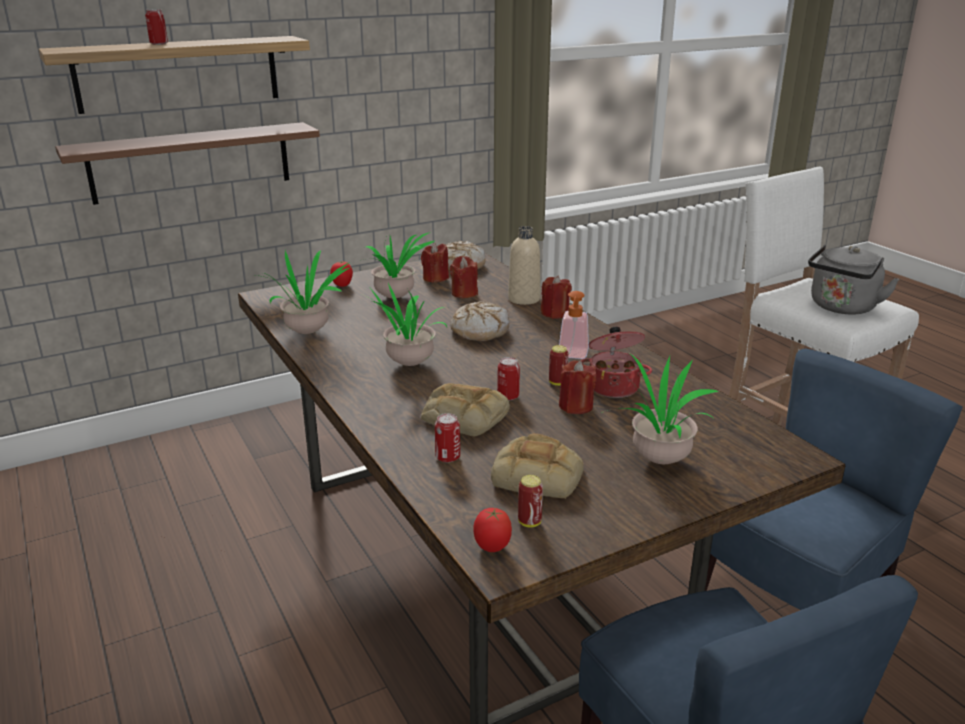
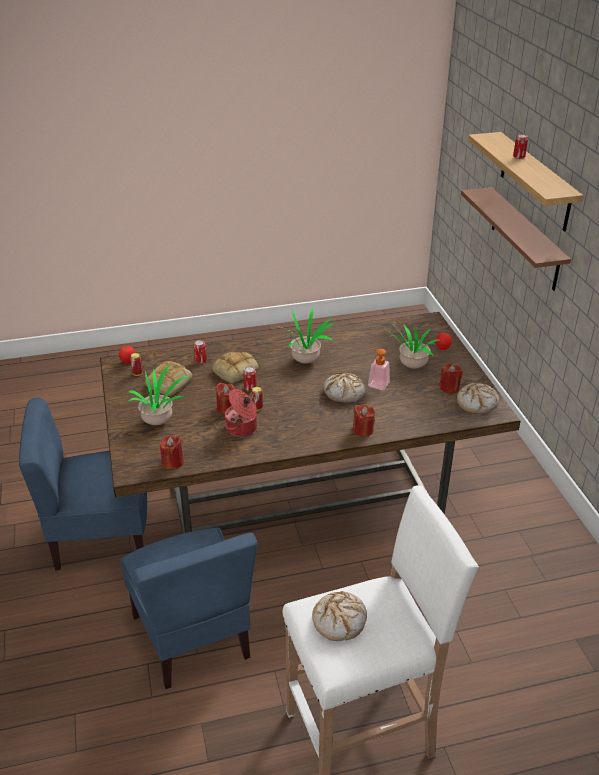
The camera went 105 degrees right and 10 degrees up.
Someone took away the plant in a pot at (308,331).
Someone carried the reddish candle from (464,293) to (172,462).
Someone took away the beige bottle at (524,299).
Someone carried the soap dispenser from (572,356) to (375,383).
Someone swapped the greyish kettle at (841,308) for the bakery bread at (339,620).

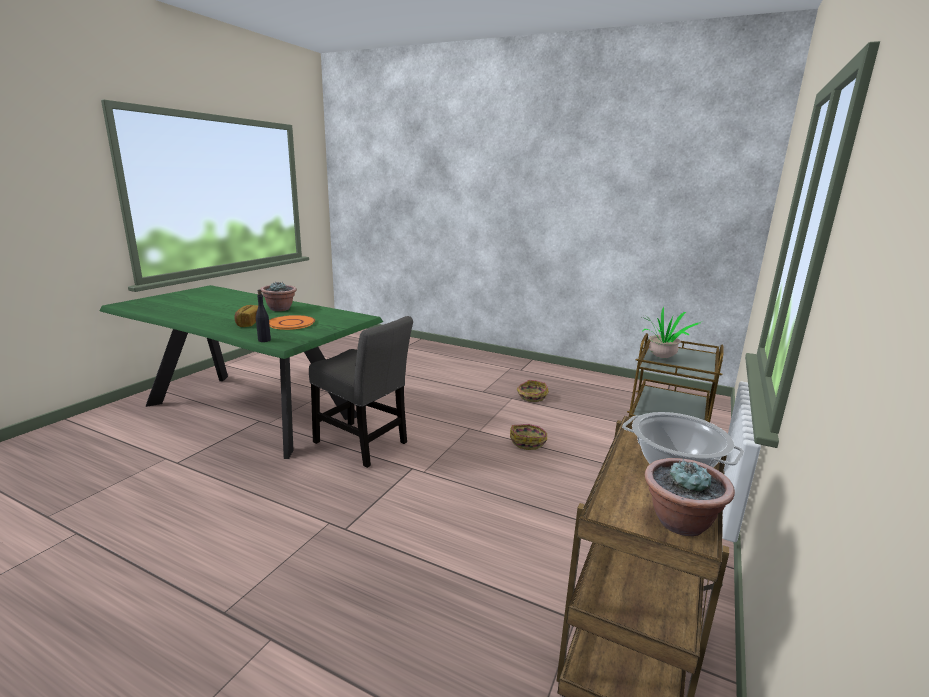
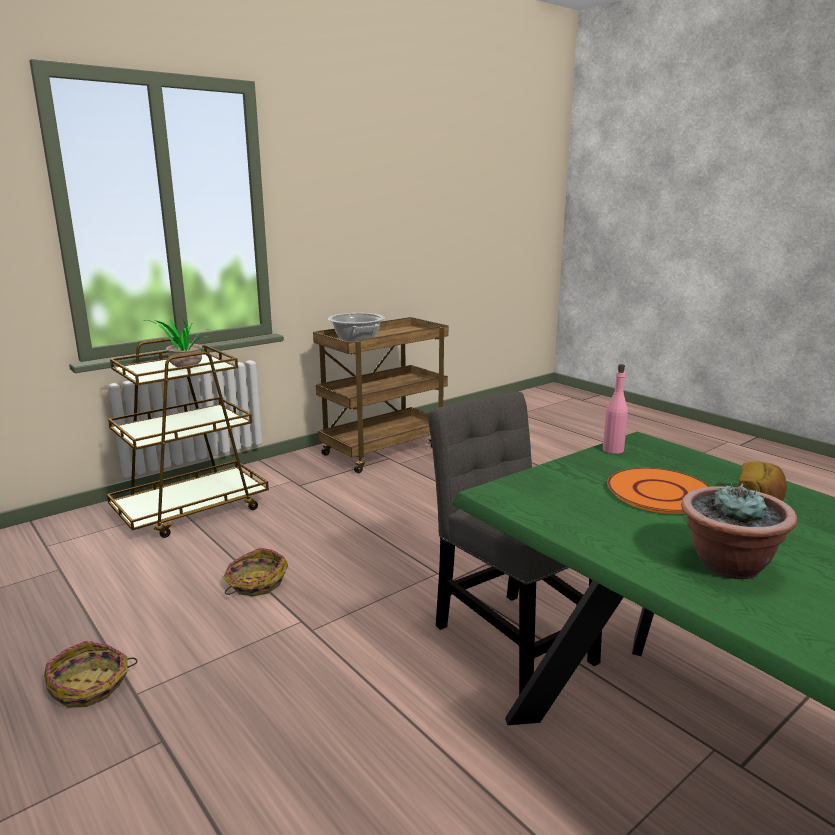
The camera went 155 degrees left and 0 degrees up.
Someone took away the black-coloured bottle at (264,340).
Someone took away the plant in a pot at (680,522).
Someone put down the pinkish bottle at (613,450).

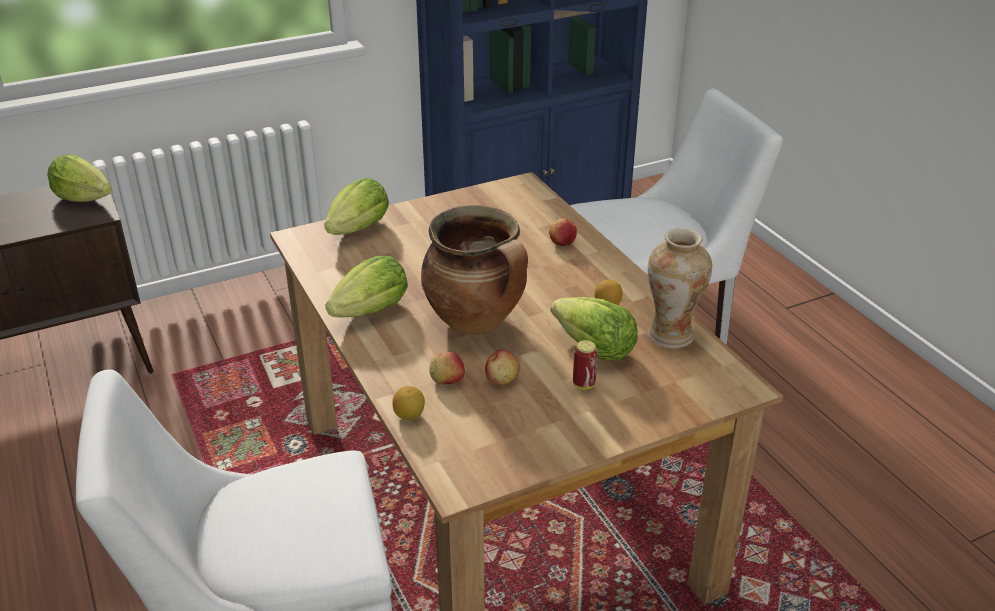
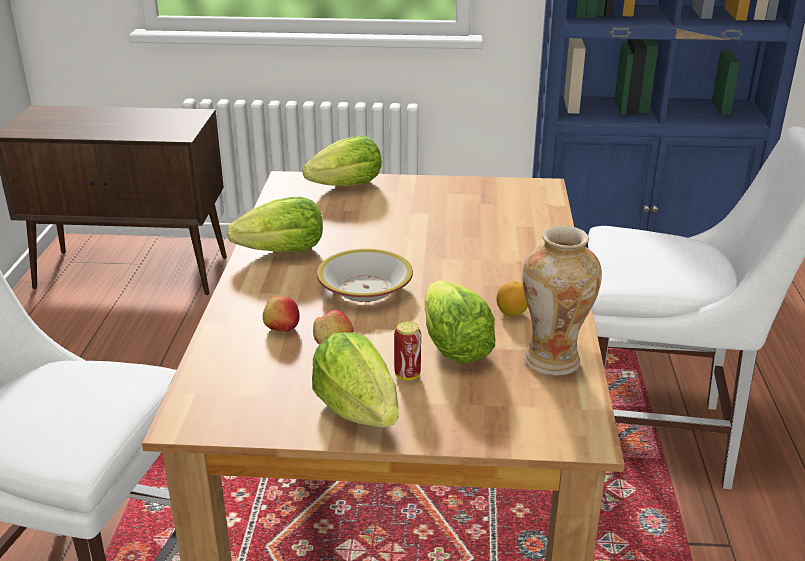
The camera went 30 degrees right and 5 degrees down.
Someone carried the lettuce from (84,198) to (358,409).
Someone took away the whole lemon at (409,415).
Someone swapped the cooking pot at (477,322) for the serving bowl at (365,288).
Someone took away the apple fruit at (562,242).

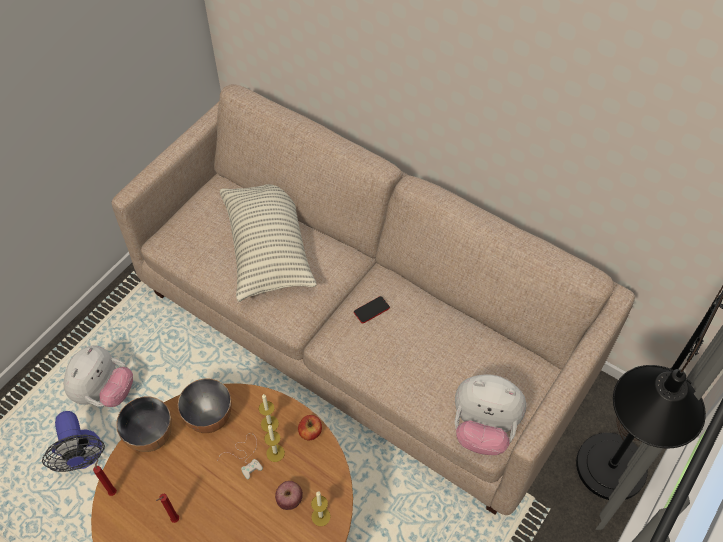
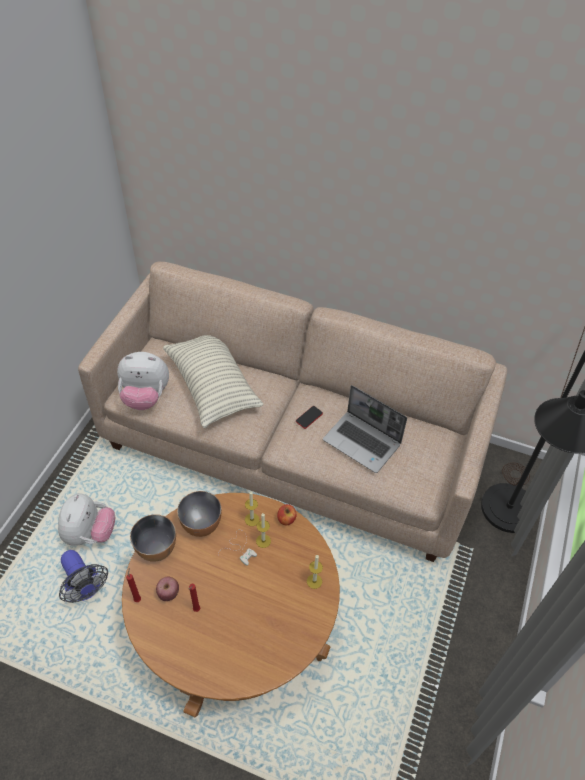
The camera went 15 degrees left and 5 degrees down.
Someone carried the apple fruit from (290,500) to (169,593).
Someone carried the cuddly toy from (483,428) to (145,397).
Someone put down the notebook computer at (363,442).

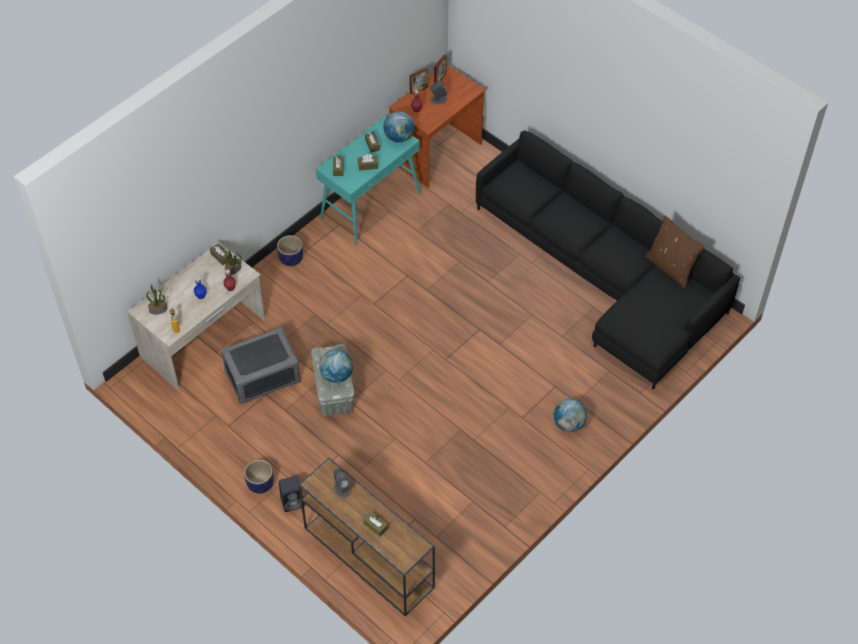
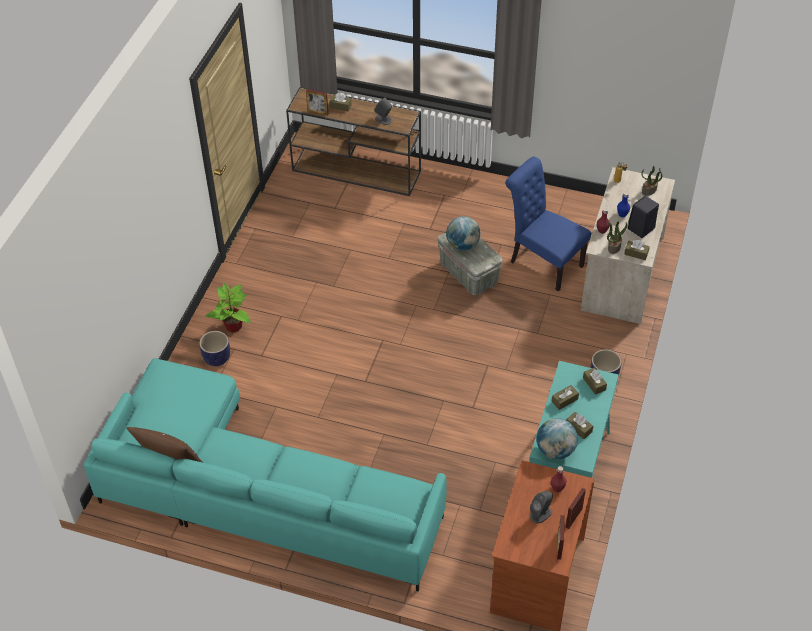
The camera went 155 degrees right and 5 degrees down.
Someone swapped the greyish storage box at (262,377) for the blue chair at (542,262).
Someone carried the plant pot from (260,484) to (217,358).
Someone carried the black-coloured loudspeaker from (293,501) to (640,229).
Someone repainted the black-coloured settee at (604,275), which became the turquoise-coloured settee at (257,493).
Someone swapped the world globe at (568,424) for the plant in a pot at (233,327).
Someone put down the photo frame at (318,112).

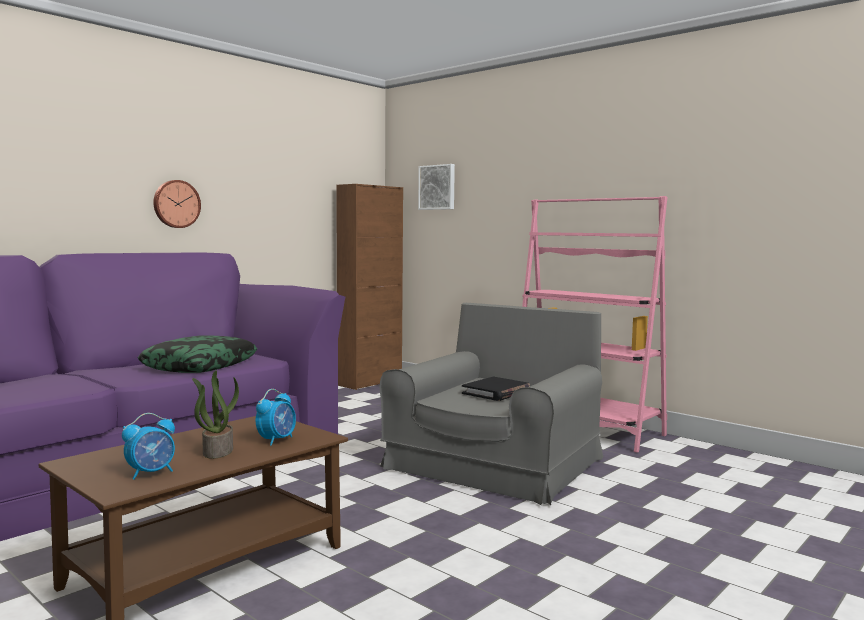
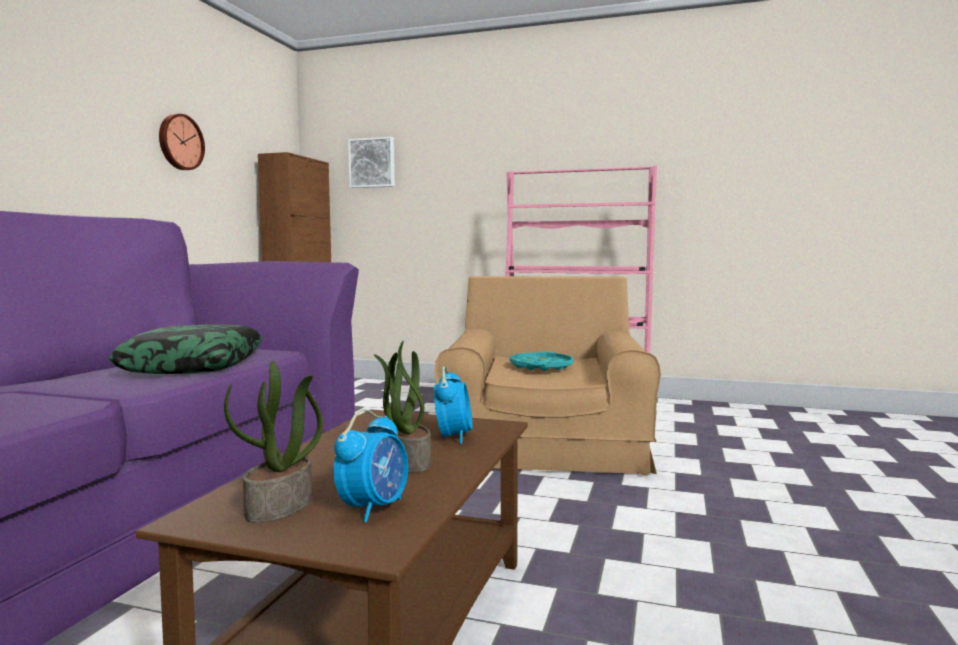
The camera went 25 degrees left and 0 degrees up.
Someone carried the clock on the wall from (176,204) to (180,142).
Someone repainted the greyish armchair at (495,464), which became the brown-coloured armchair at (544,444).
Someone swapped the black-coloured book at (496,392) for the turquoise-coloured tray at (541,367).
Someone put down the plant in a pot at (280,507).

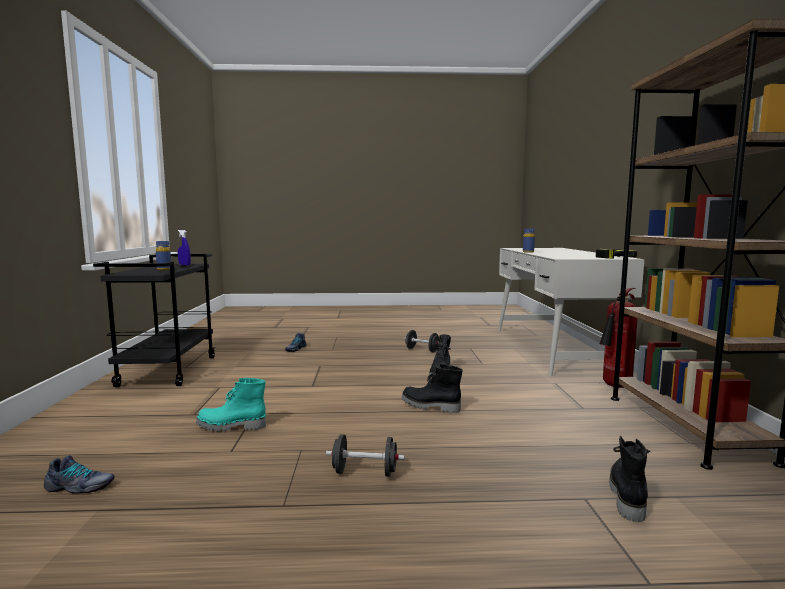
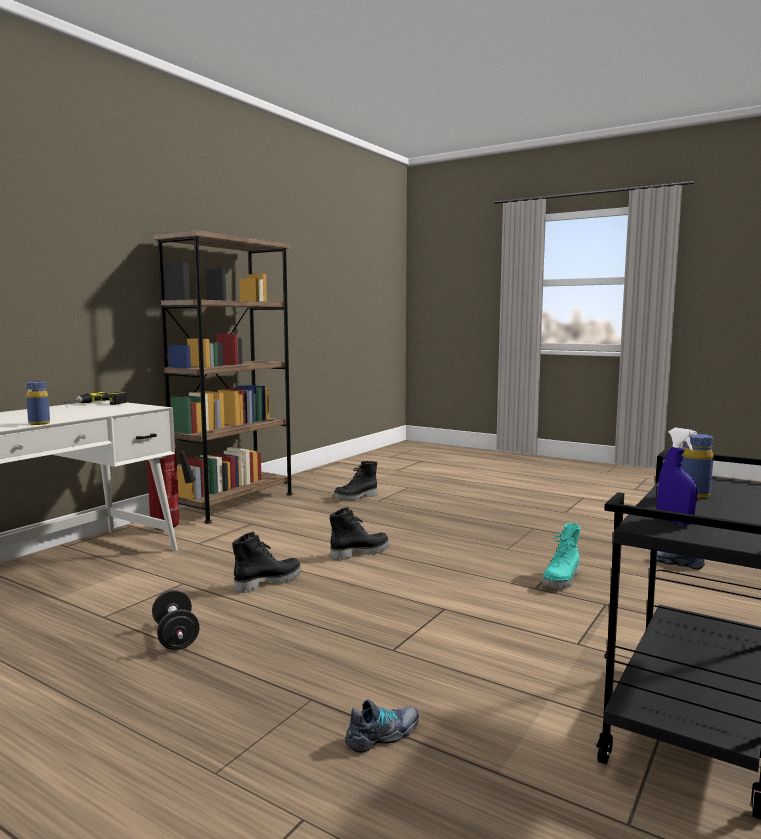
The camera went 145 degrees left and 0 degrees up.
Someone rotated the turquoise-coloured boot at (231,427) by 90 degrees clockwise.
Someone took away the black-coloured hand weight at (365,472).
Someone rotated the black-coloured boot at (430,406) by 90 degrees counterclockwise.

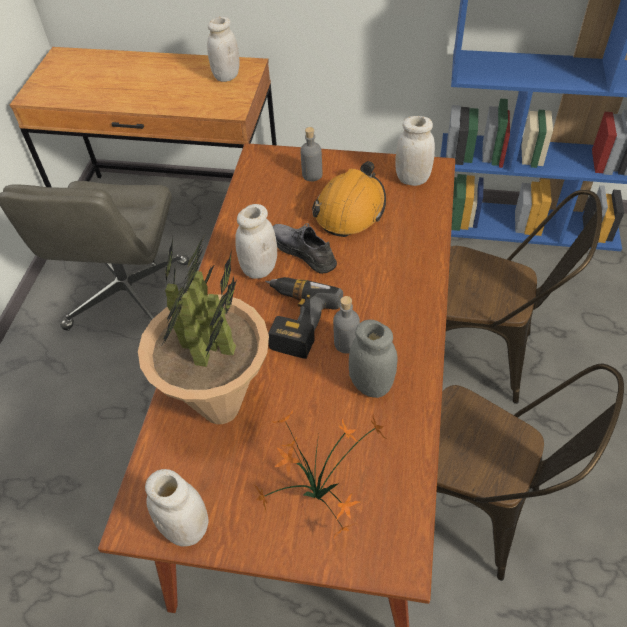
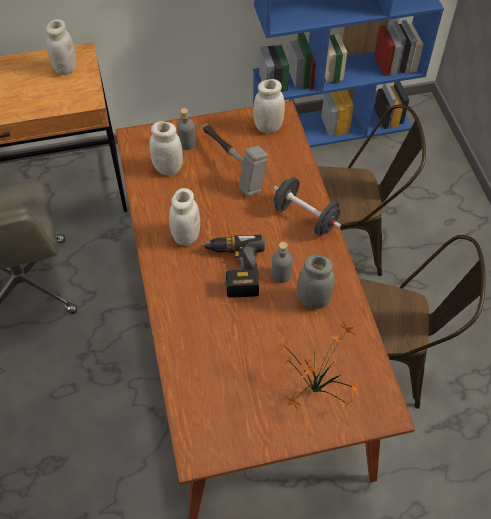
The camera went 25 degrees left and 5 degrees up.
Someone took away the plant in a pot at (221,407).
Someone carried the white-coloured storage jar from (186,528) to (168,168).
Someone took away the greyish item of footwear at (303,251).
Someone swapped the orange hard hat at (350,209) for the hand hammer at (232,166).
Someone put down the black-coloured hand weight at (305,217).

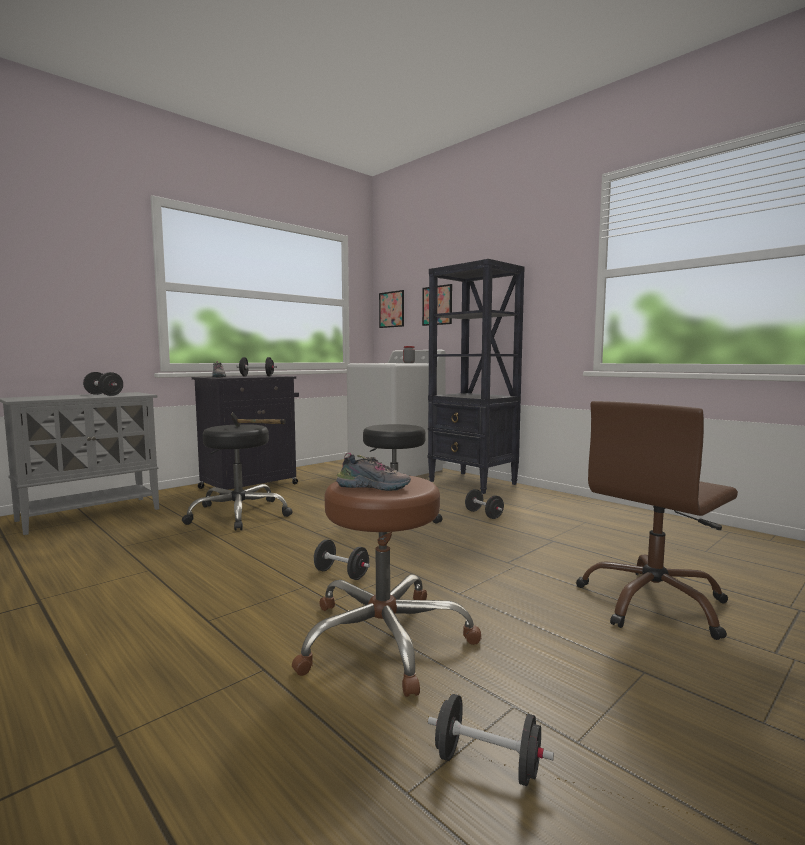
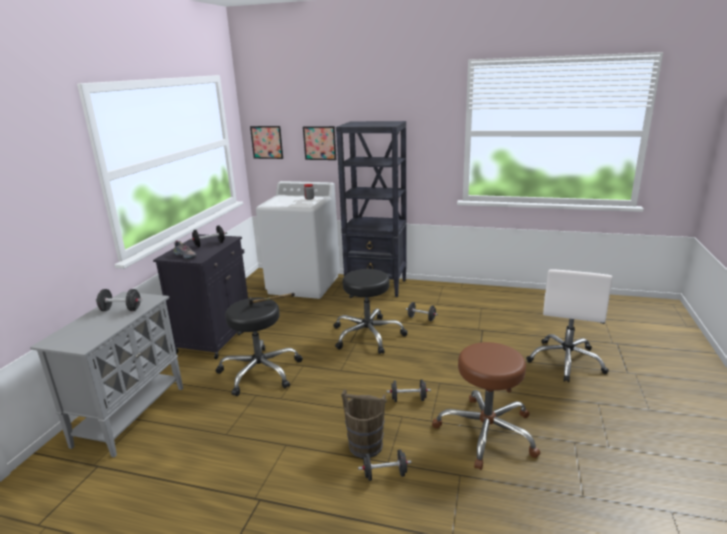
The camera went 30 degrees left and 15 degrees up.
Someone took away the item of footwear at (374,487).
Someone carried the black-coloured hand weight from (487,764) to (385,474).
Someone repainted the brown-coloured office chair at (653,603), which became the white-coloured office chair at (566,361).
Someone put down the brown-coloured bucket at (365,446).

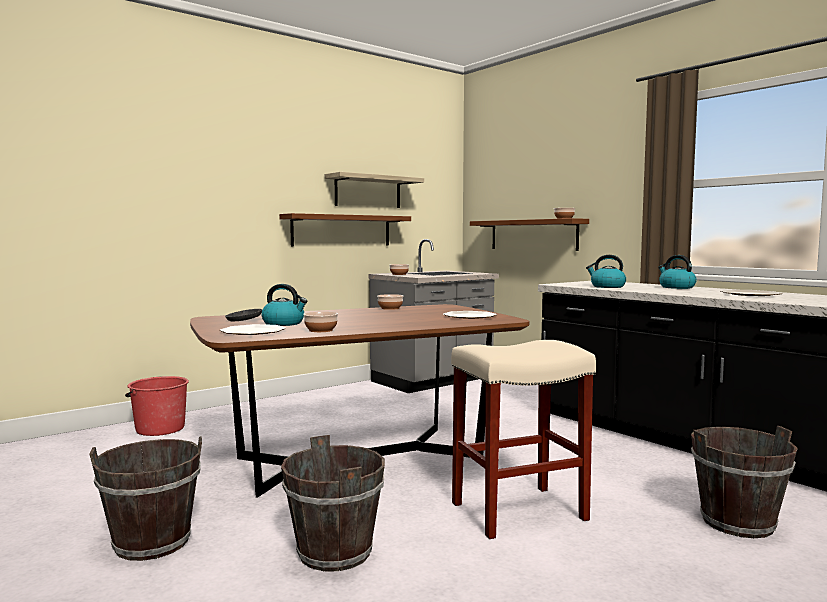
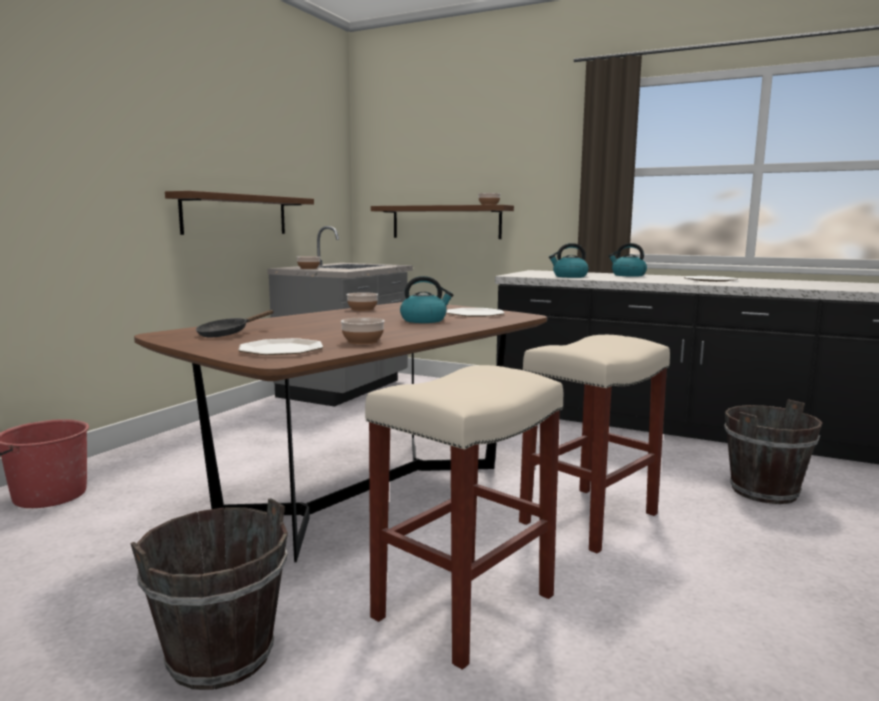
The camera went 25 degrees left and 5 degrees up.
Someone carried the kettle from (284,323) to (424,320).
Someone swapped the brown-coloured bucket at (334,552) for the beige stool seat at (464,608).
Someone took away the wall shelf at (368,192).

